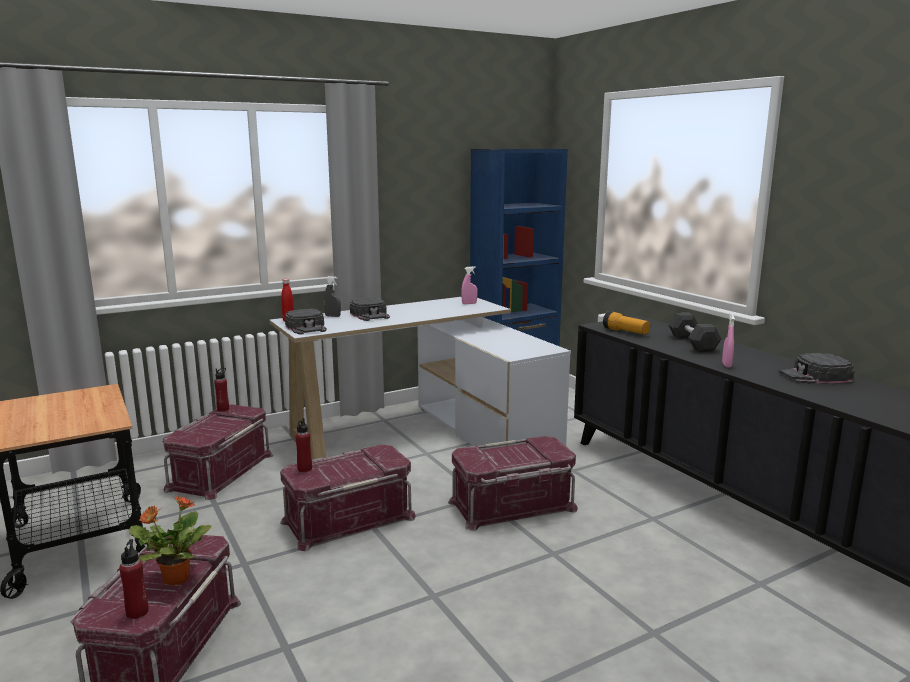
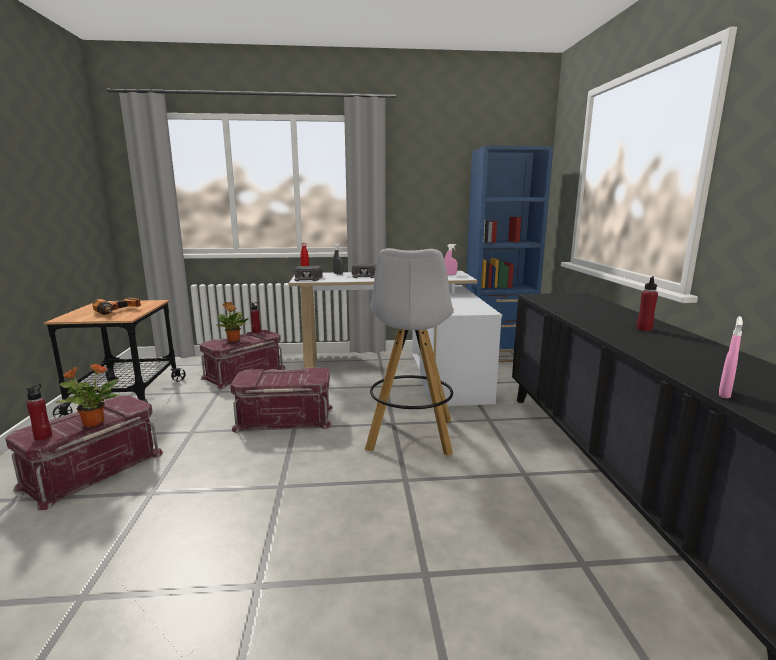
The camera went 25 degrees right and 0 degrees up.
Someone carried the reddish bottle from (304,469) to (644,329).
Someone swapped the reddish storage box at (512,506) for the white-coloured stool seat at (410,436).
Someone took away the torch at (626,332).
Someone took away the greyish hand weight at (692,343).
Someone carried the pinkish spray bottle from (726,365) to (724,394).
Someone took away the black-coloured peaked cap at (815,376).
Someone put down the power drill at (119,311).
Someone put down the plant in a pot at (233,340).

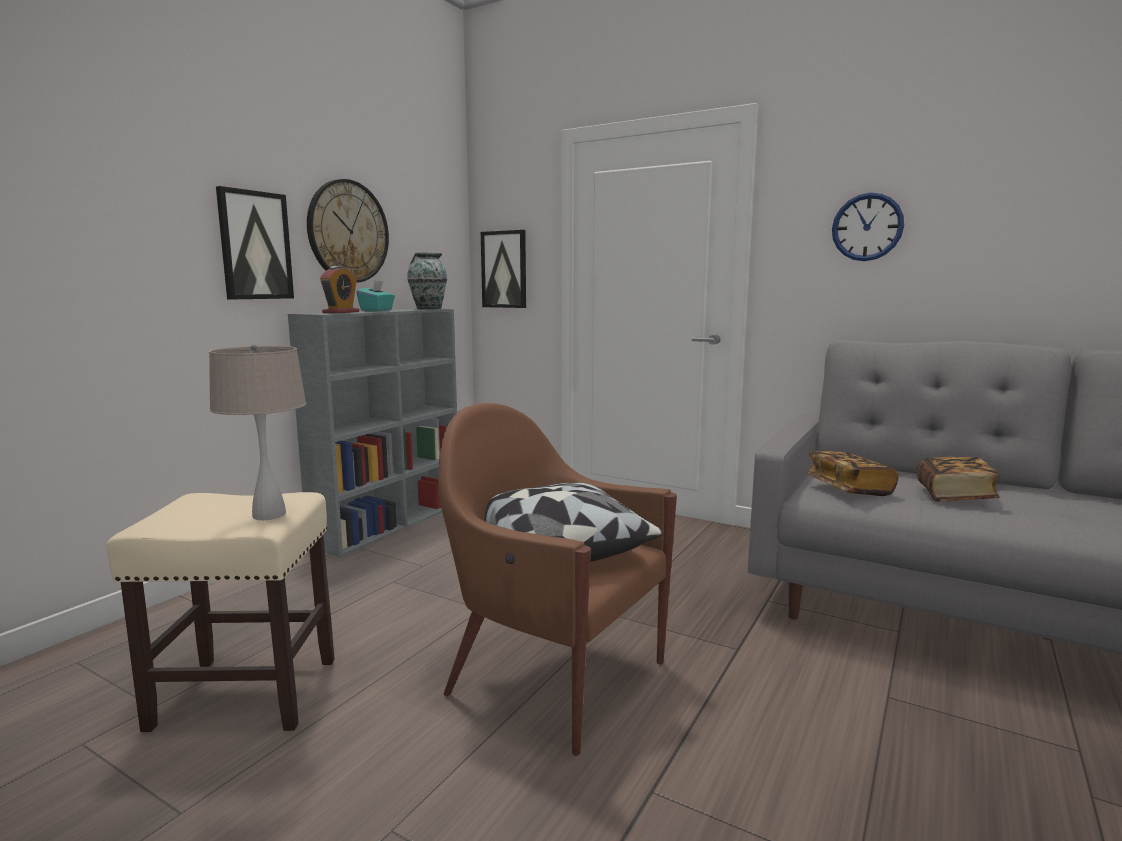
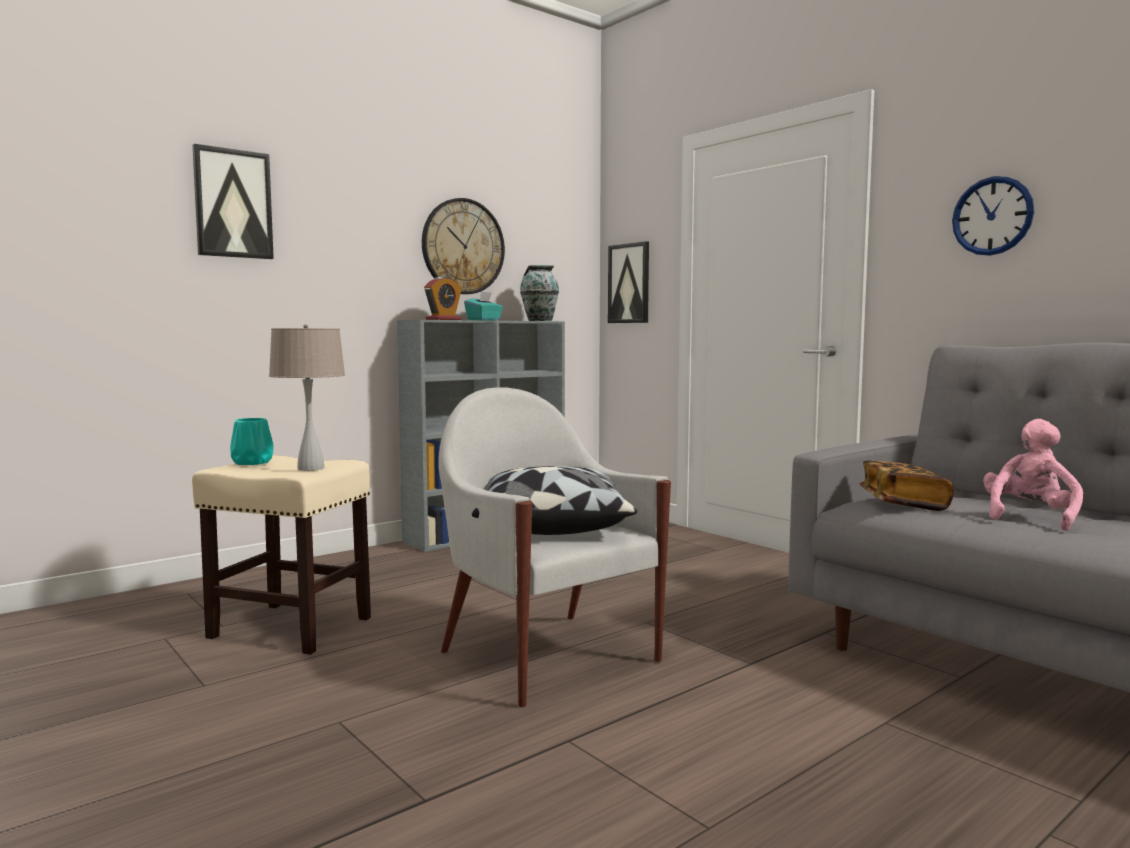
The camera went 20 degrees right and 5 degrees down.
Someone carried the picture from (255,245) to (233,204).
Someone repainted the brown-coloured armchair at (554,676), which became the white-coloured armchair at (547,655).
Someone swapped the book at (954,496) for the pinkish cuddly toy at (1029,517).
Someone put down the turquoise-coloured vase at (252,462).

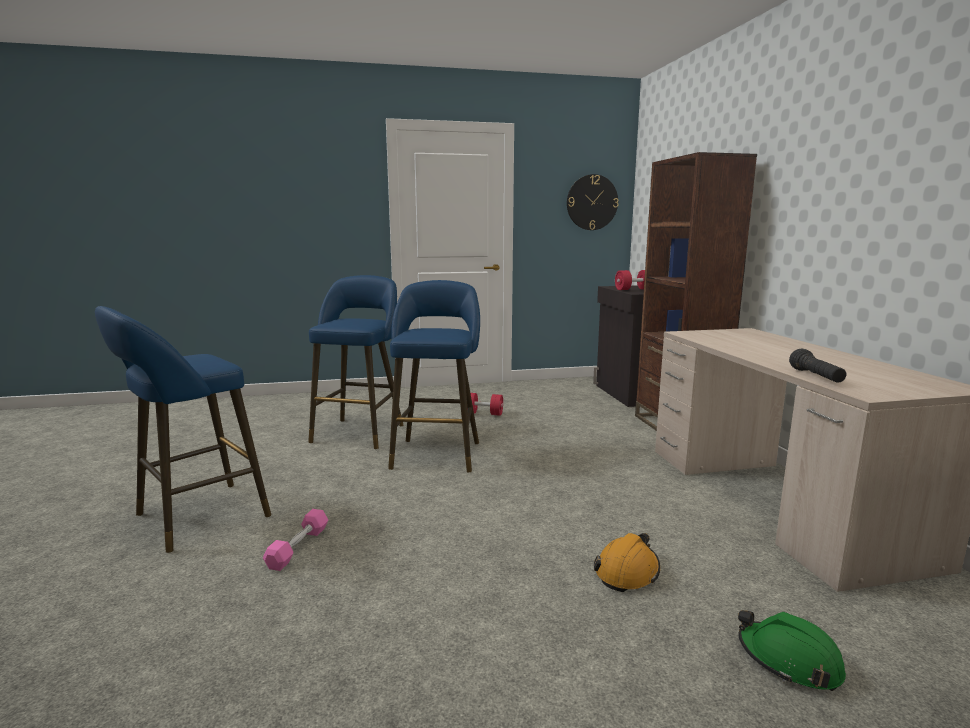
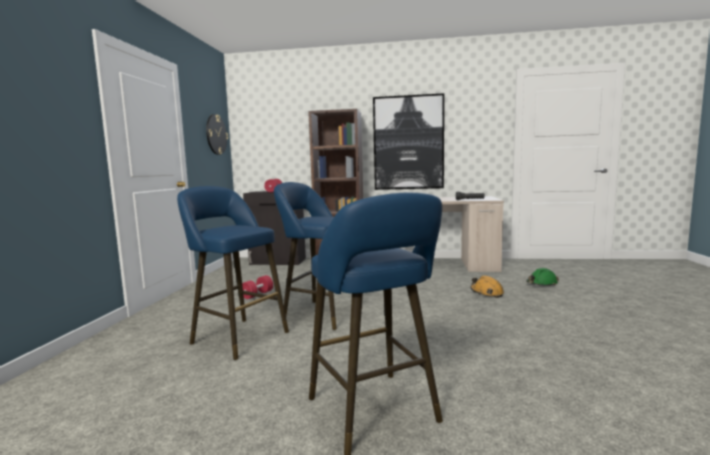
The camera went 70 degrees left and 5 degrees down.
Someone took away the pinkish hand weight at (298,547).
Someone put up the picture at (408,143).

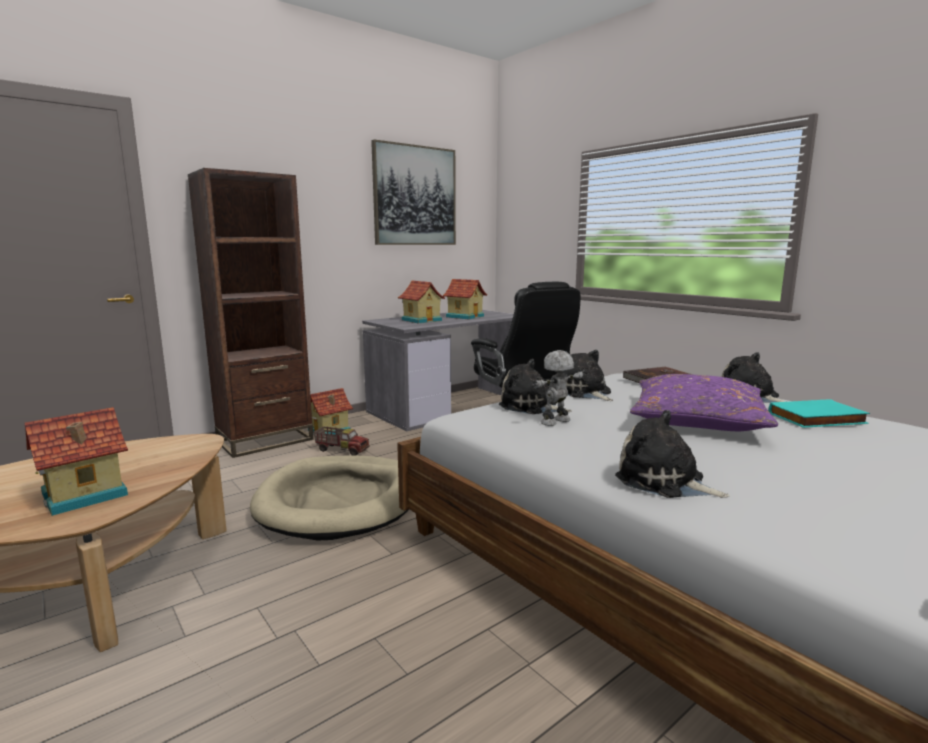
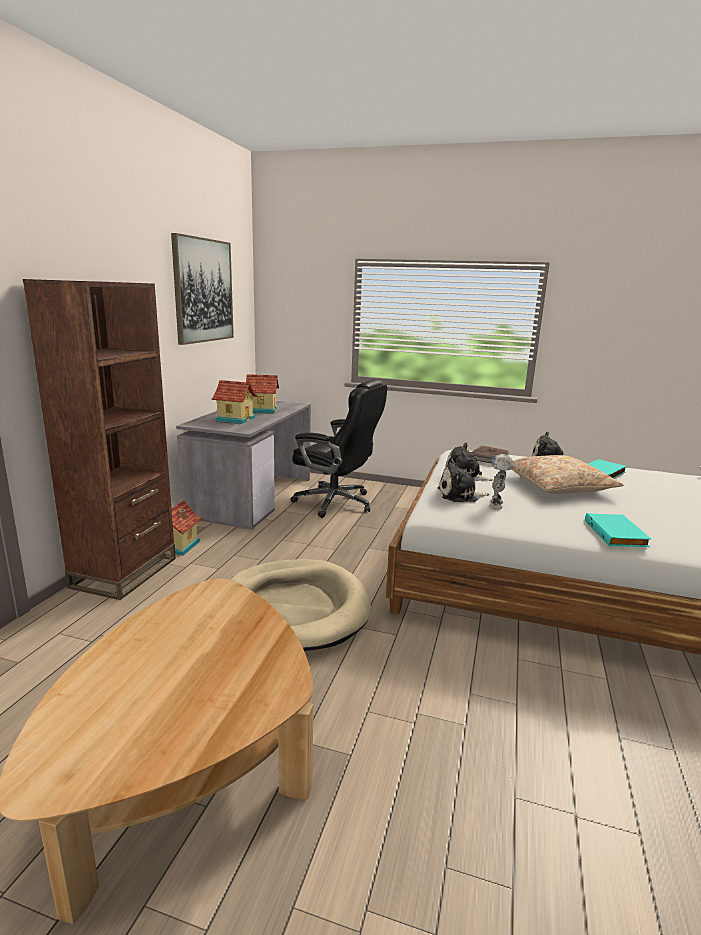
The camera went 35 degrees left and 5 degrees up.
Someone took away the model house at (86,495).
Someone took away the toy truck at (342,450).
Someone swapped the cuddly toy at (664,481) for the turquoise-coloured book at (617,534).
Someone repainted the purplish throw pillow at (697,419), which became the beige throw pillow at (558,486).

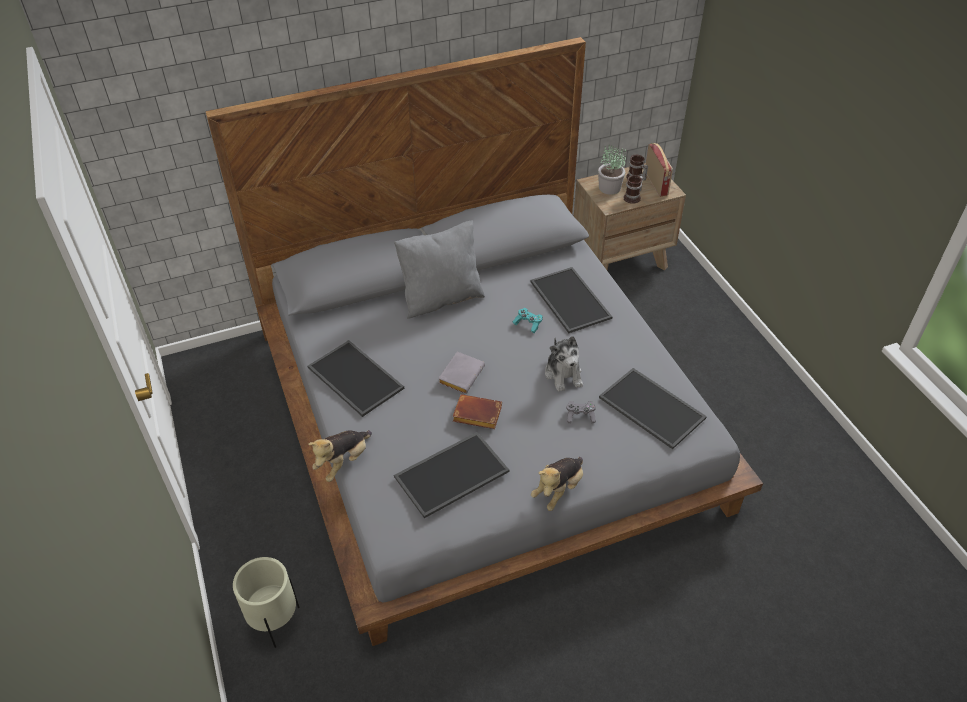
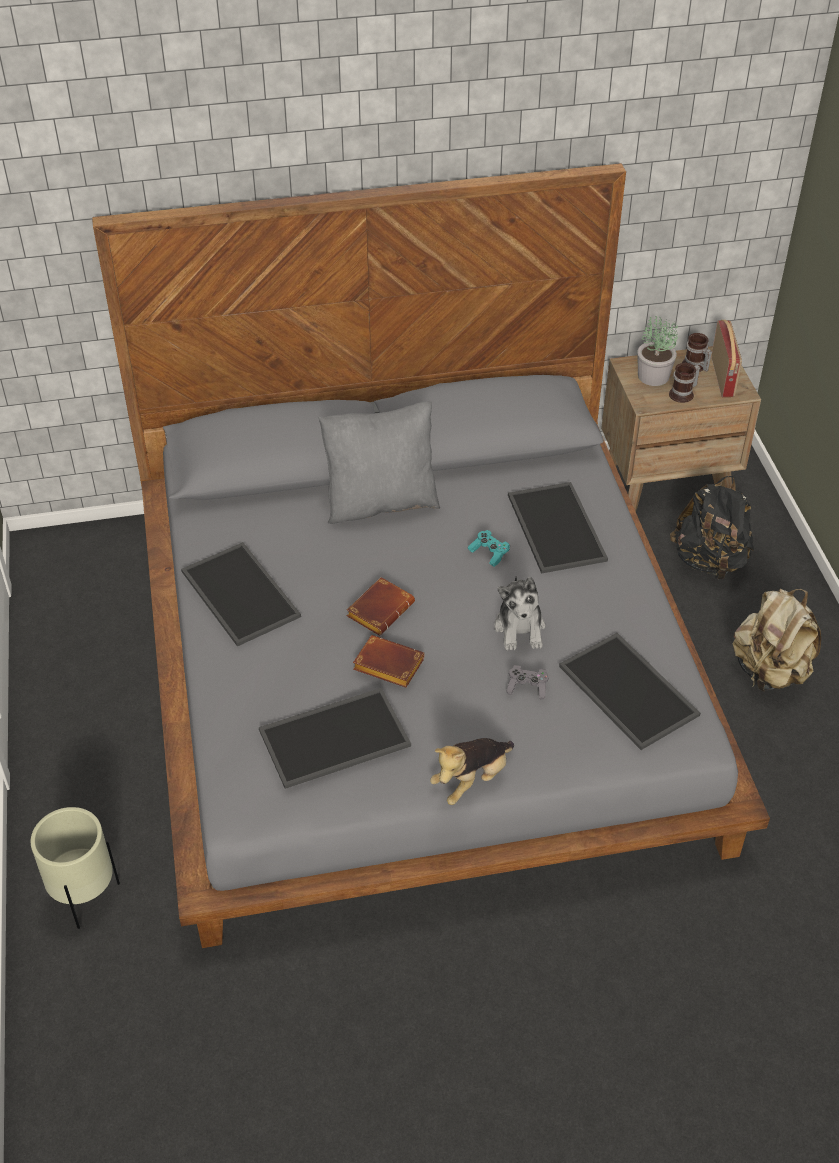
The camera went 10 degrees right and 0 degrees up.
Someone took away the cuddly toy at (343,462).
Someone repainted the greyish book at (460,374), which became the brown-coloured book at (380,609).
Someone put down the black-coloured knapsack at (709,561).
Someone put down the beige knapsack at (770,671).

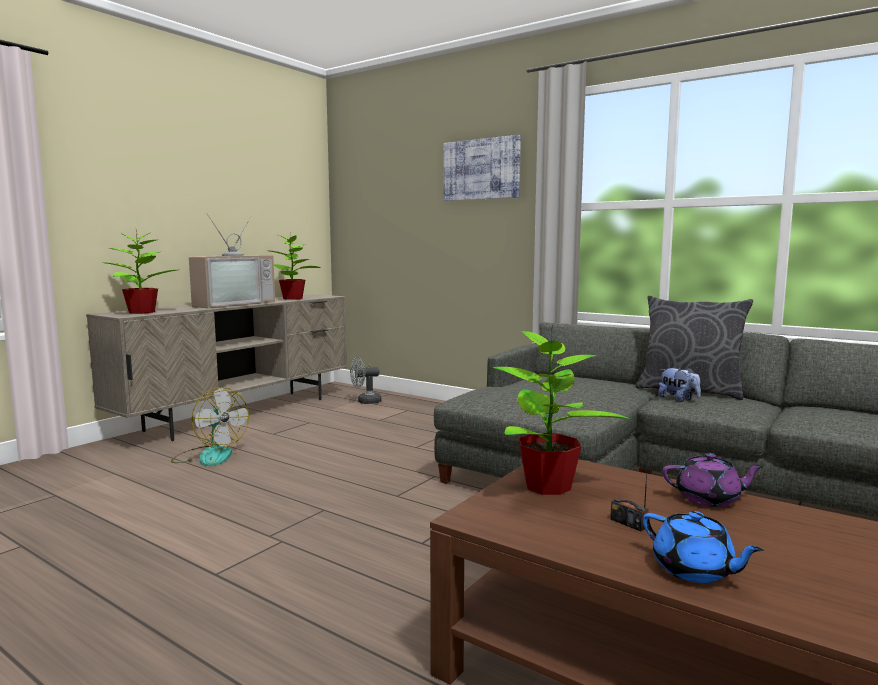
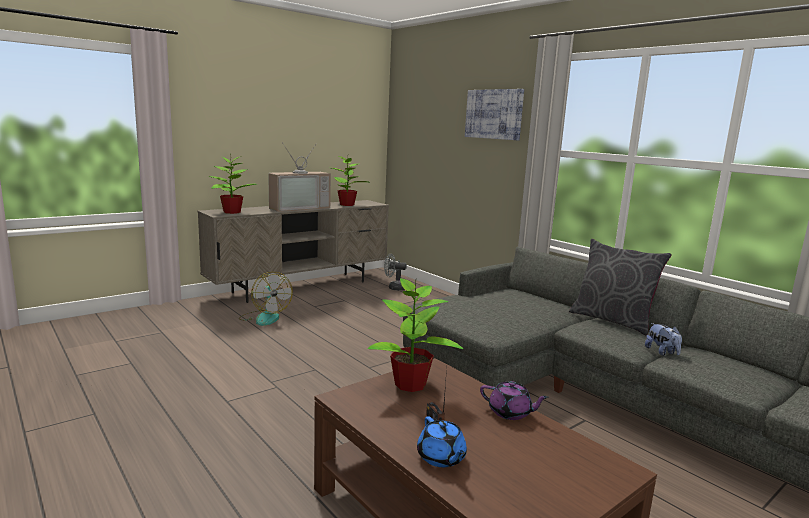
The camera went 15 degrees right and 5 degrees up.
Someone carried the cuddly toy from (678,399) to (662,352).

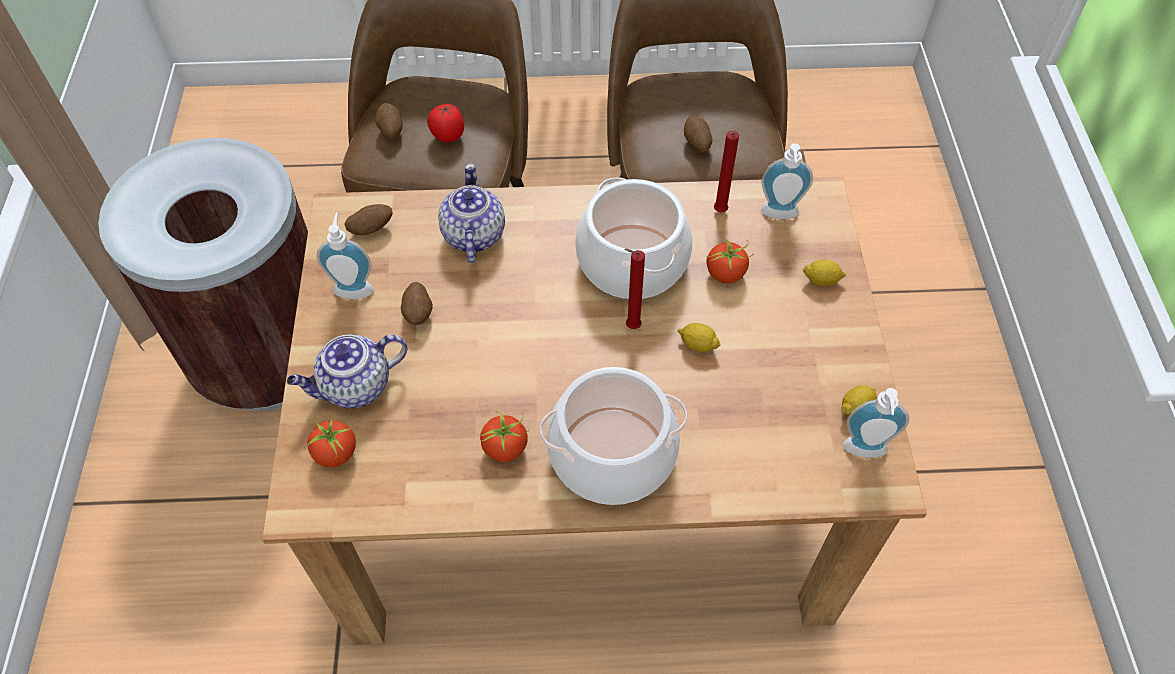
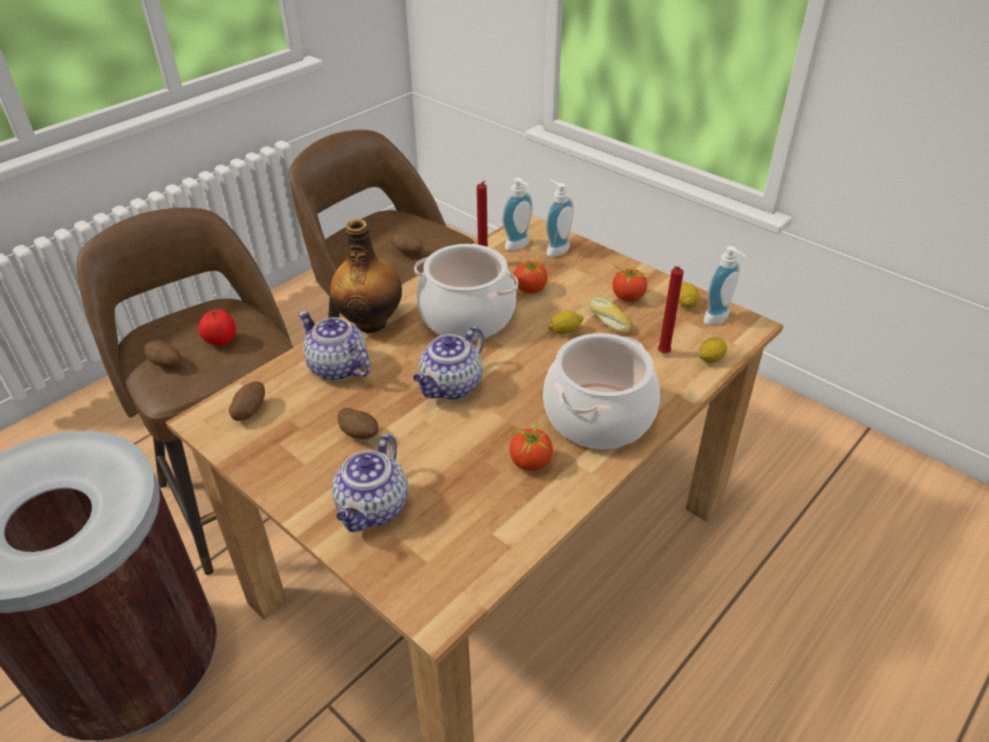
The camera went 45 degrees left and 15 degrees down.
Someone carried the fresh tomato from (335,453) to (627,297).
Someone carried the soap dispenser from (354,287) to (555,249).
Someone carried the reddish candle from (630,327) to (662,354).
Someone carried the whole lemon from (822,280) to (711,358).
Someone put down the bottle at (371,322).
Someone put down the pot for tea at (451,387).
Someone put down the bakery bread at (607,319).

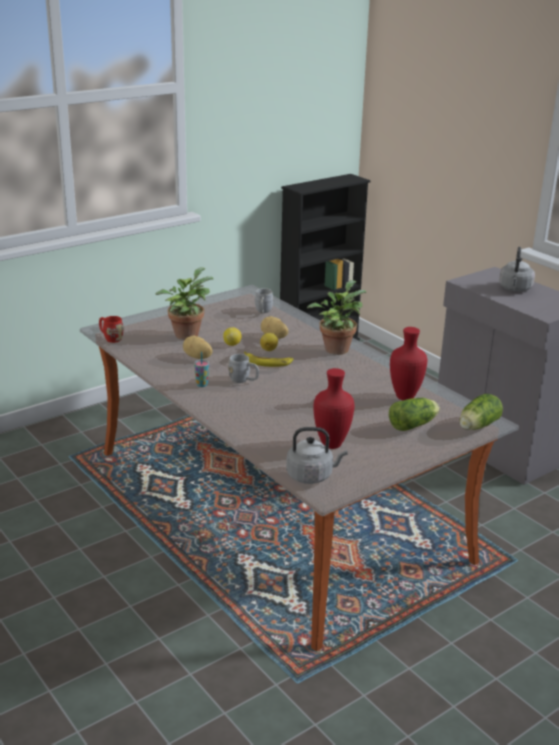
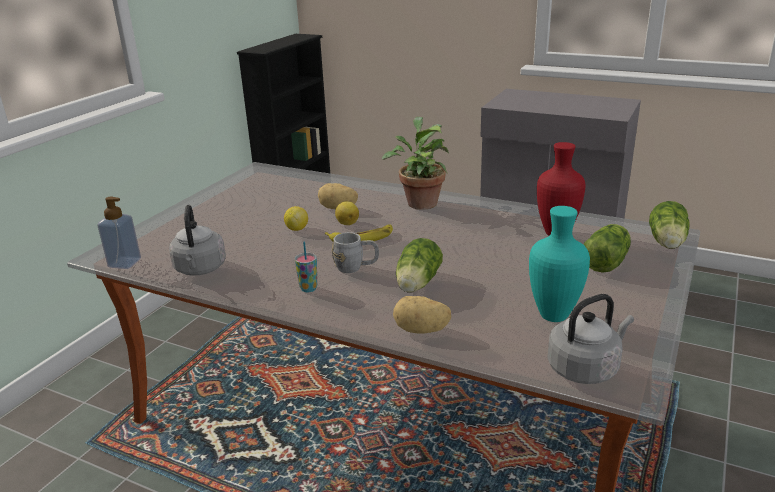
The camera went 25 degrees left and 0 degrees up.
Someone swapped the reddish coffee mug at (110,338) for the soap dispenser at (124,263).
Someone took away the plant in a pot at (187,333).
Someone carried the spud from (197,357) to (421,330).
Someone took away the greyish coffee mug at (263,312).
Someone repainted the reddish vase at (332,445), which became the turquoise-coloured vase at (555,316).
Someone carried the greyish kettle from (515,289) to (200,269).
Someone put down the lettuce at (416,284).

